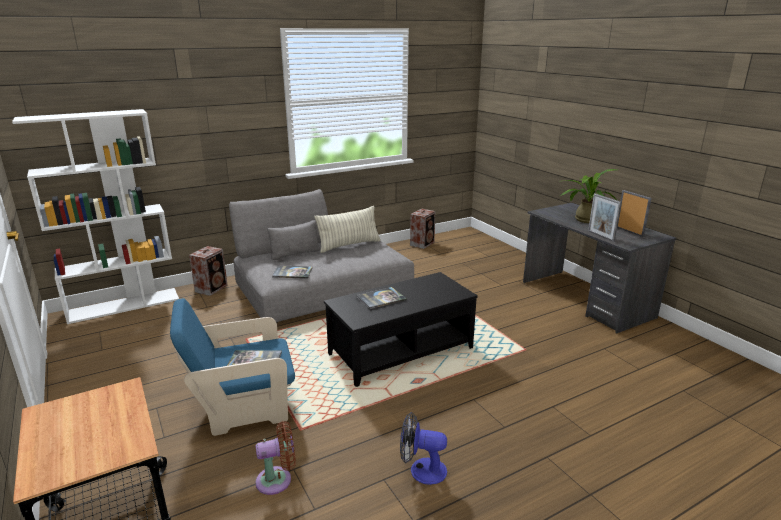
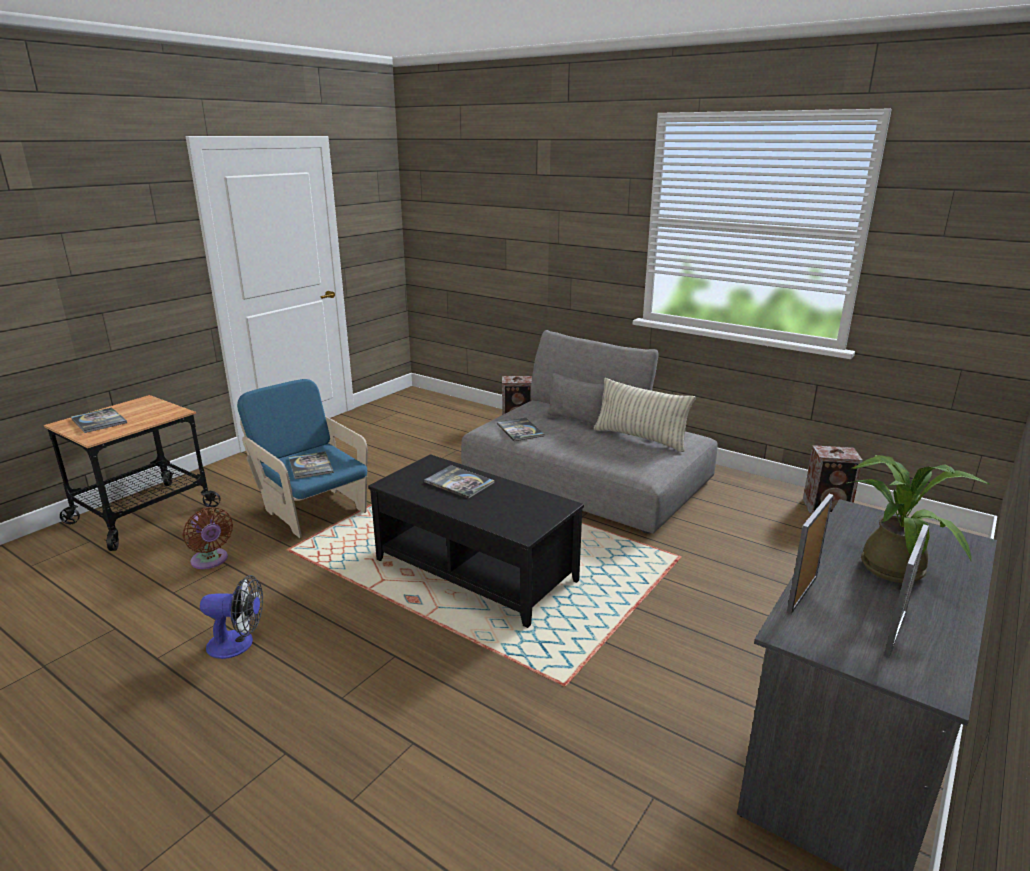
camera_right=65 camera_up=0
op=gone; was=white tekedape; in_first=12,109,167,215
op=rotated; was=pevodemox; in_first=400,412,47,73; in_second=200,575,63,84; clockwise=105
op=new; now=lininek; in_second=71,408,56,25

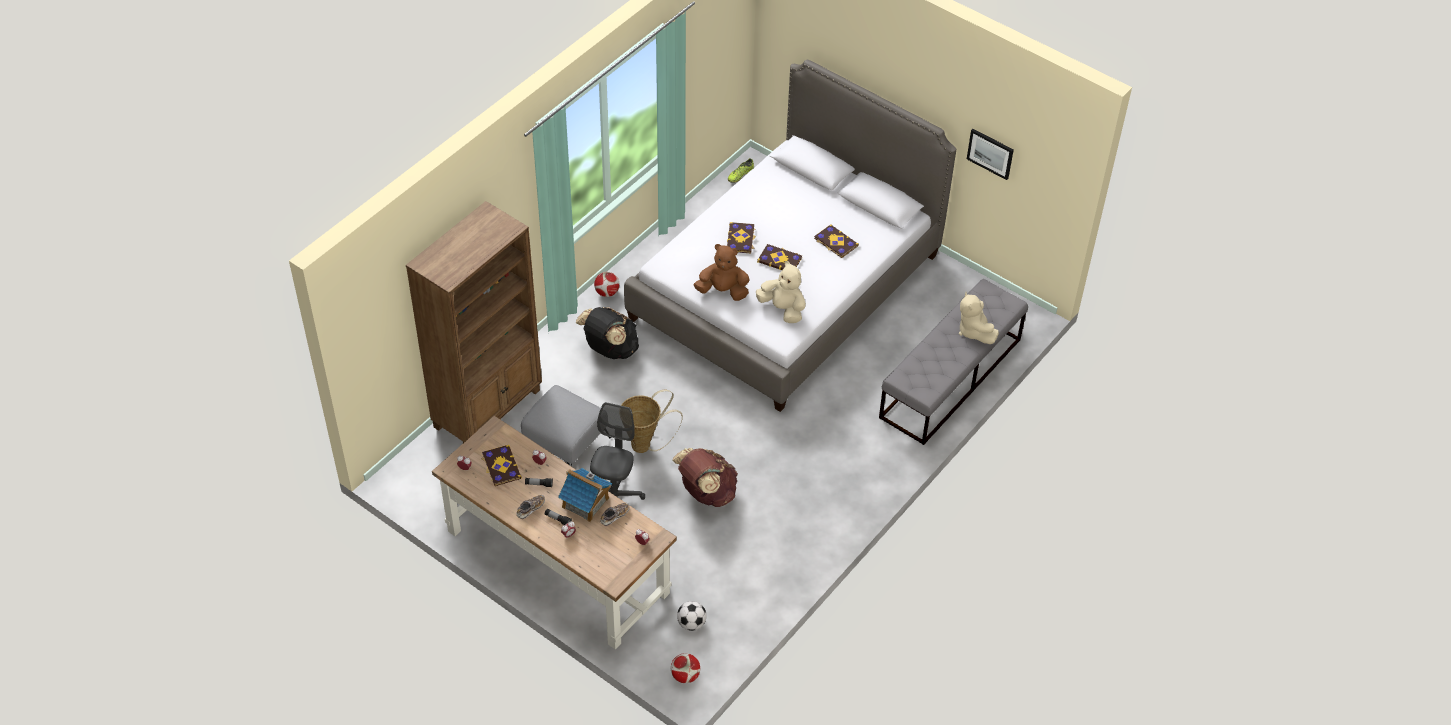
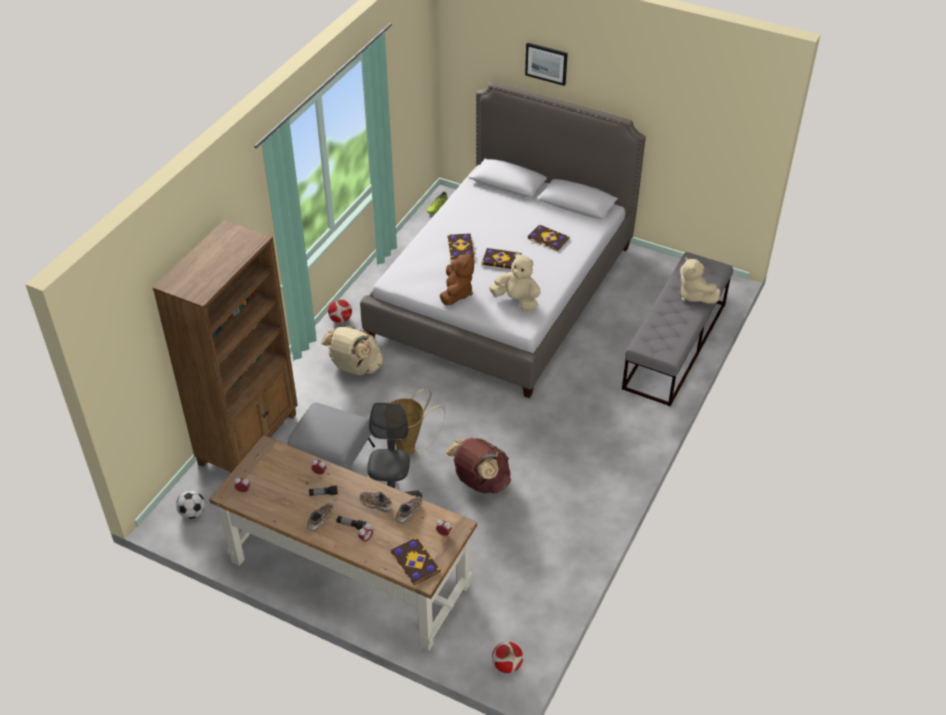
camera_right=-10 camera_up=-5
op=shifted; was=lininek; in_first=482,445,40,41; in_second=391,537,50,48
op=swapped; was=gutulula; now=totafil; in_first=558,468,54,54; in_second=360,492,32,20
op=repainted; was=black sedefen; now=beige sedefen; in_first=576,307,63,52; in_second=321,326,62,49
op=shifted; was=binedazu; in_first=677,601,30,30; in_second=176,491,29,28
op=rotated; was=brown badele; in_first=694,244,56,57; in_second=440,252,34,53; clockwise=105
op=shifted; was=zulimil; in_first=967,129,47,51; in_second=525,42,43,44

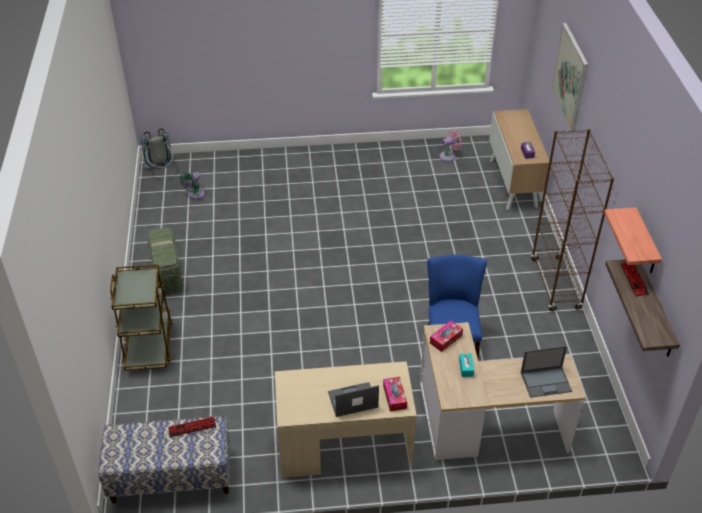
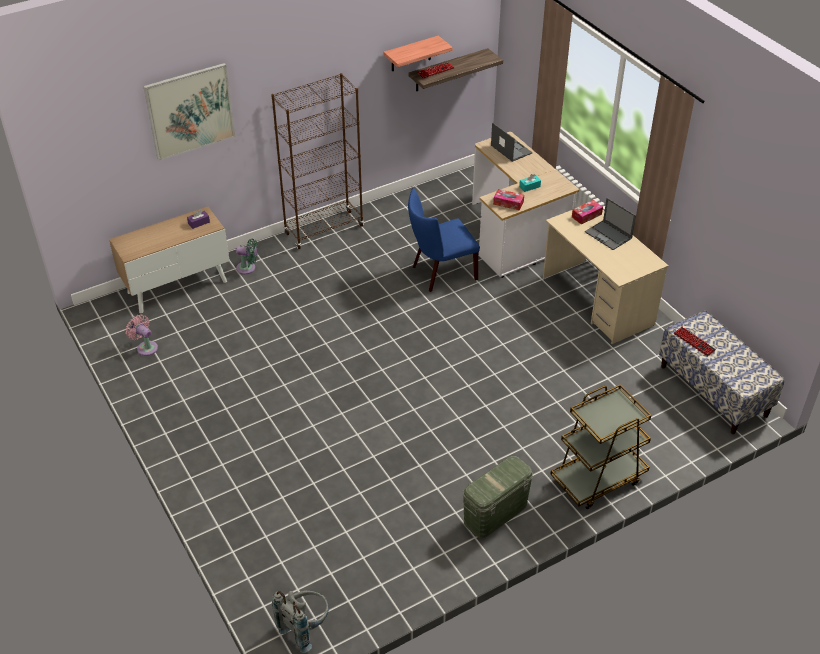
camera_right=-115 camera_up=0
op=shifted; was=green pevodemox; in_first=180,172,25,27; in_second=236,239,22,35

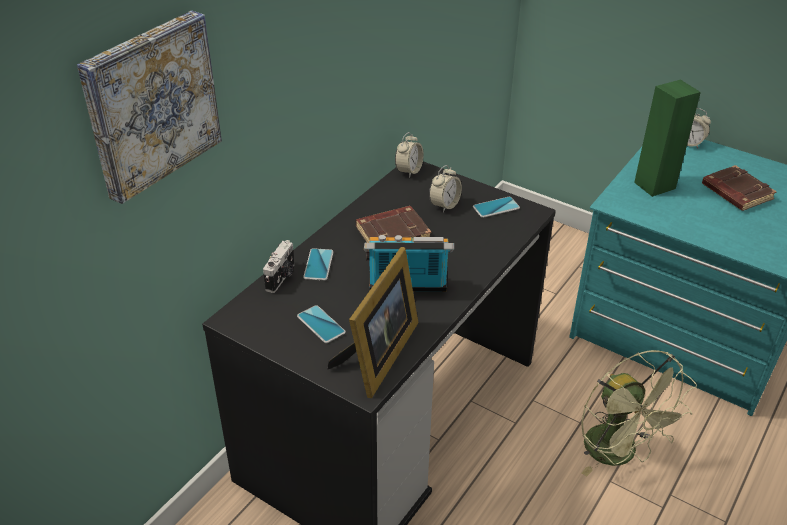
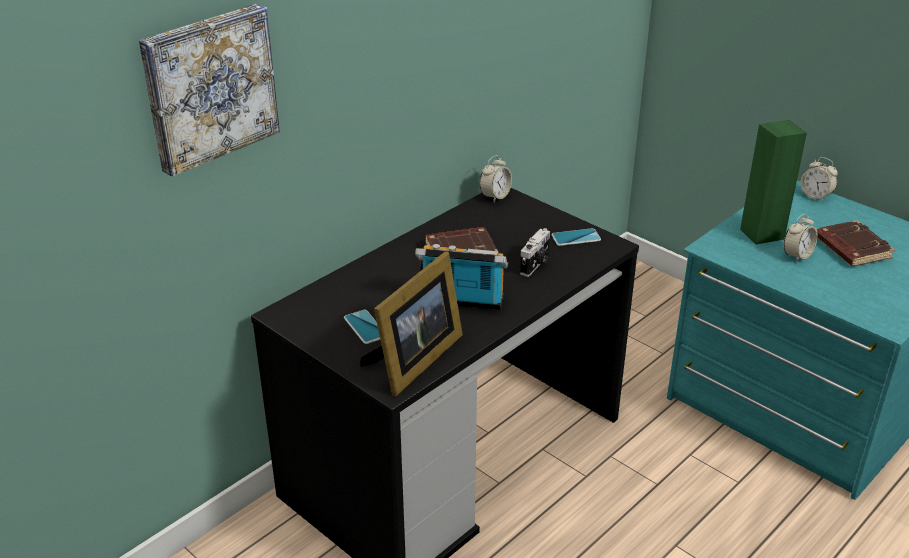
camera_right=10 camera_up=-5
op=shifted; was=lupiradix; in_first=263,240,31,53; in_second=520,228,30,49
op=gone; was=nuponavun; in_first=303,248,30,33
op=shifted; was=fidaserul; in_first=429,165,33,48; in_second=784,214,34,49
op=gone; was=green pevodemox; in_first=581,350,116,126

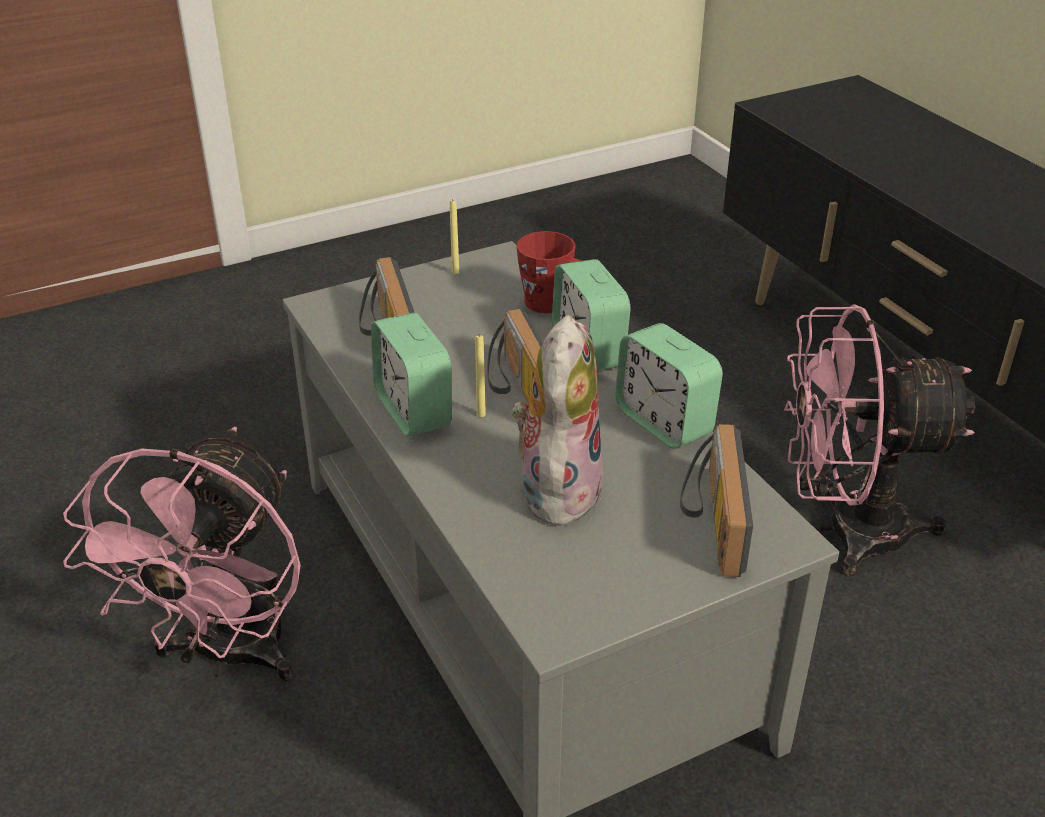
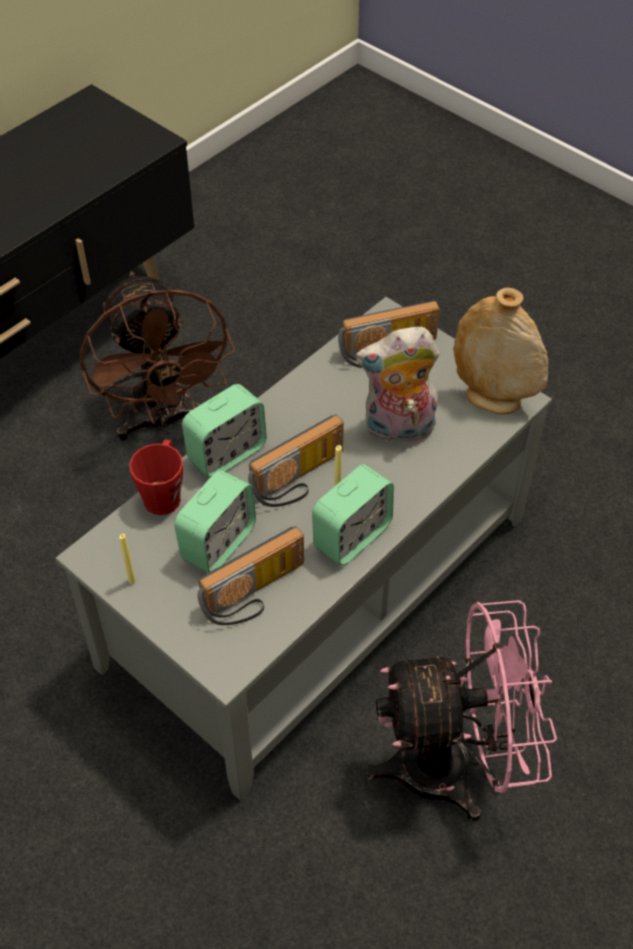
camera_right=-110 camera_up=15
op=shifted; was=fidaserul; in_first=615,323,108,126; in_second=174,470,82,103
op=repainted; was=pink pevodemox; now=brown pevodemox; in_first=784,304,191,272; in_second=80,271,155,170
op=new; now=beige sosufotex; in_second=453,288,95,126

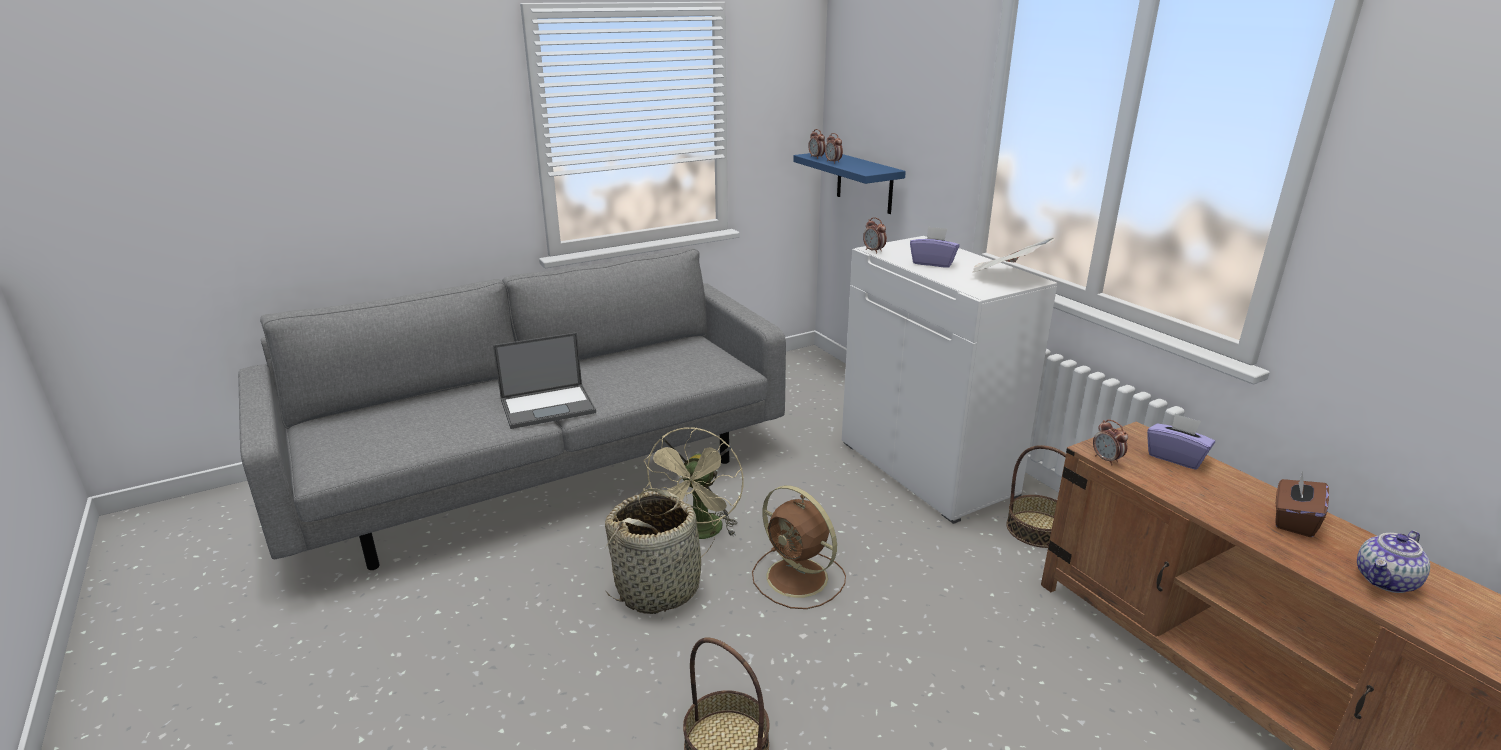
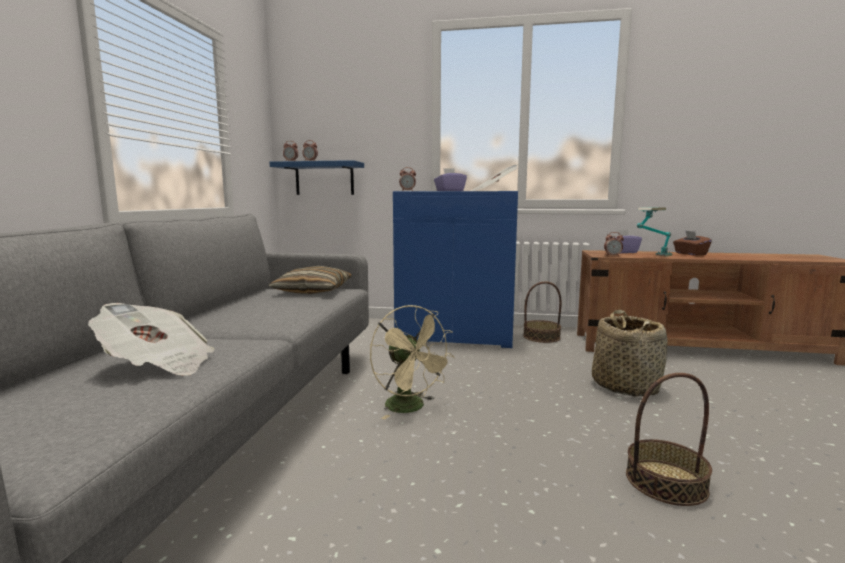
camera_right=-50 camera_up=-15
op=gone; was=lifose; in_first=493,332,103,97
op=shifted; was=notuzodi; in_first=605,488,110,126; in_second=592,310,76,87
op=gone; was=brown pevodemox; in_first=752,485,94,124
op=repainted; was=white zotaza; now=blue zotaza; in_first=842,236,215,288; in_second=393,191,125,157
op=gone; was=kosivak; in_first=1357,530,73,63
op=new; now=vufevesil; in_second=88,303,126,73
op=new; now=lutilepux; in_second=268,266,84,28
op=new; now=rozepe; in_second=637,207,35,49

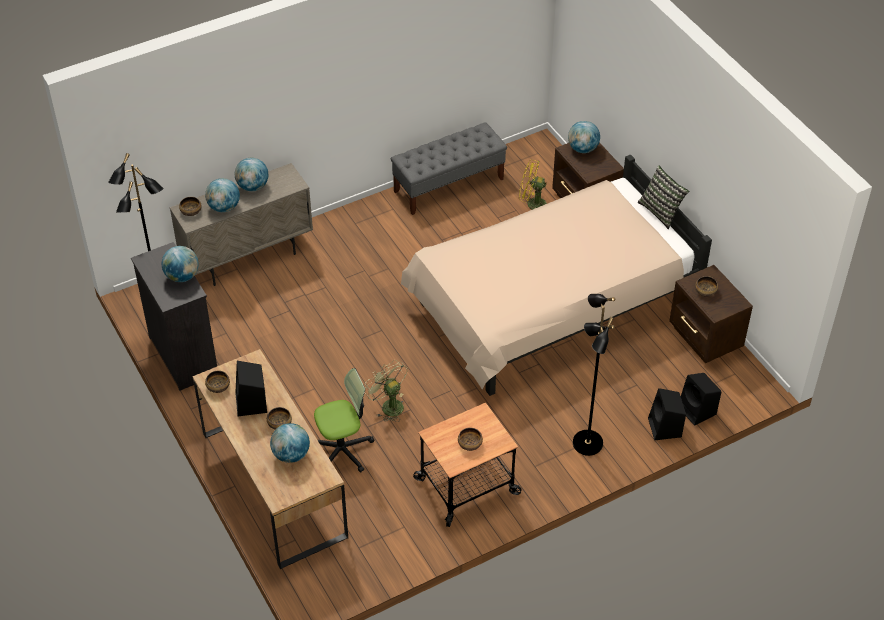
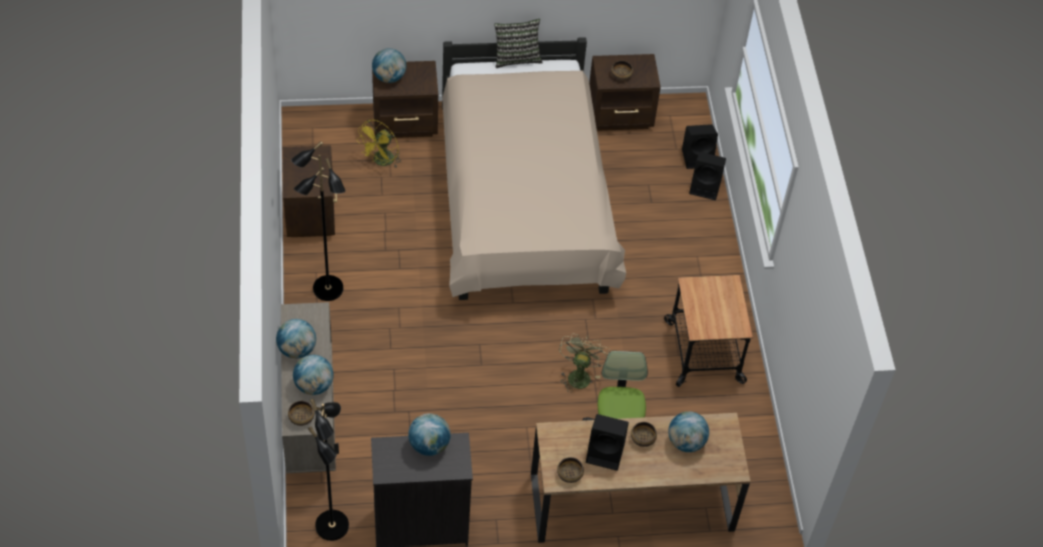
camera_right=-70 camera_up=5
op=rotated; was=green pevodemox; in_first=365,360,42,62; in_second=559,334,50,59; clockwise=120
op=swapped; was=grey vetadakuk; now=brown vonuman; in_first=391,122,116,93; in_second=283,145,54,92
op=gone; was=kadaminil; in_first=458,428,25,23
op=shifted; was=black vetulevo; in_first=573,294,42,162; in_second=291,141,55,160

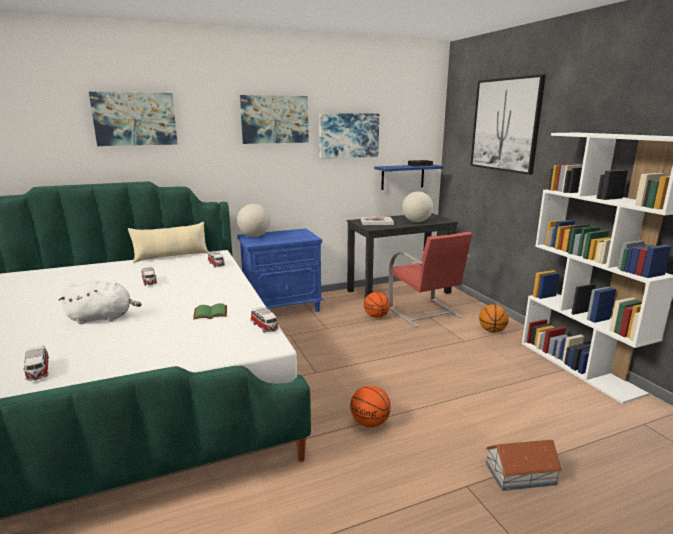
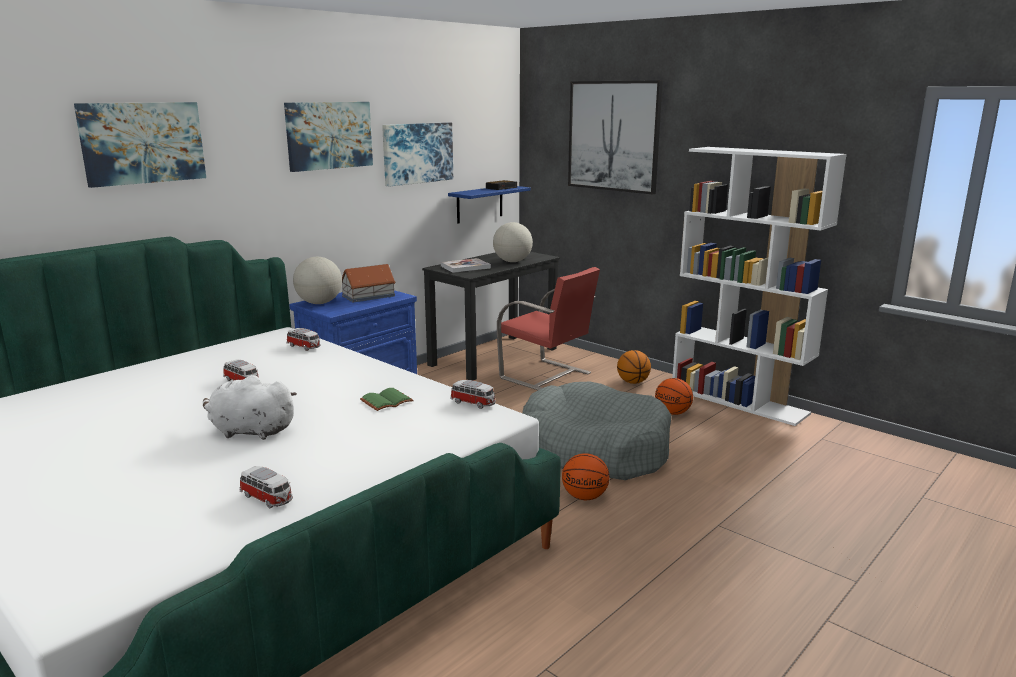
camera_right=-25 camera_up=0
op=rotated; was=white badele; in_first=58,280,84,44; in_second=203,375,94,65; clockwise=-135
op=gone; was=beige lutilepux; in_first=128,222,81,41
op=shifted; was=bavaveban; in_first=364,292,26,26; in_second=655,378,38,37
op=shifted; was=gutulula; in_first=486,440,77,51; in_second=342,264,54,39
op=new; now=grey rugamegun; in_second=522,382,149,98

